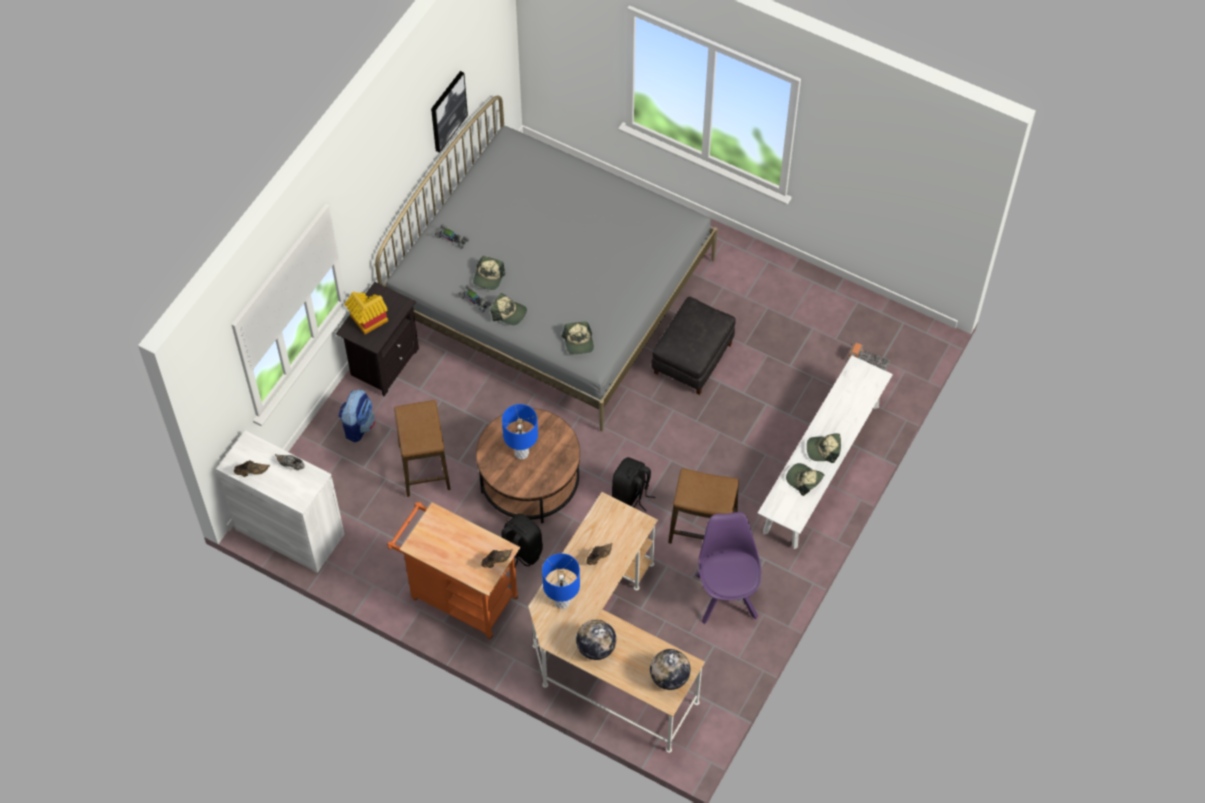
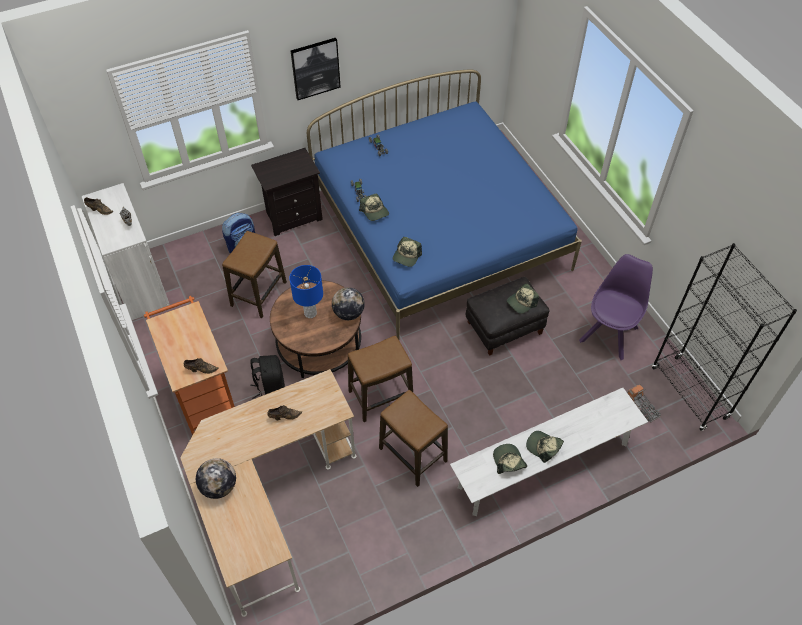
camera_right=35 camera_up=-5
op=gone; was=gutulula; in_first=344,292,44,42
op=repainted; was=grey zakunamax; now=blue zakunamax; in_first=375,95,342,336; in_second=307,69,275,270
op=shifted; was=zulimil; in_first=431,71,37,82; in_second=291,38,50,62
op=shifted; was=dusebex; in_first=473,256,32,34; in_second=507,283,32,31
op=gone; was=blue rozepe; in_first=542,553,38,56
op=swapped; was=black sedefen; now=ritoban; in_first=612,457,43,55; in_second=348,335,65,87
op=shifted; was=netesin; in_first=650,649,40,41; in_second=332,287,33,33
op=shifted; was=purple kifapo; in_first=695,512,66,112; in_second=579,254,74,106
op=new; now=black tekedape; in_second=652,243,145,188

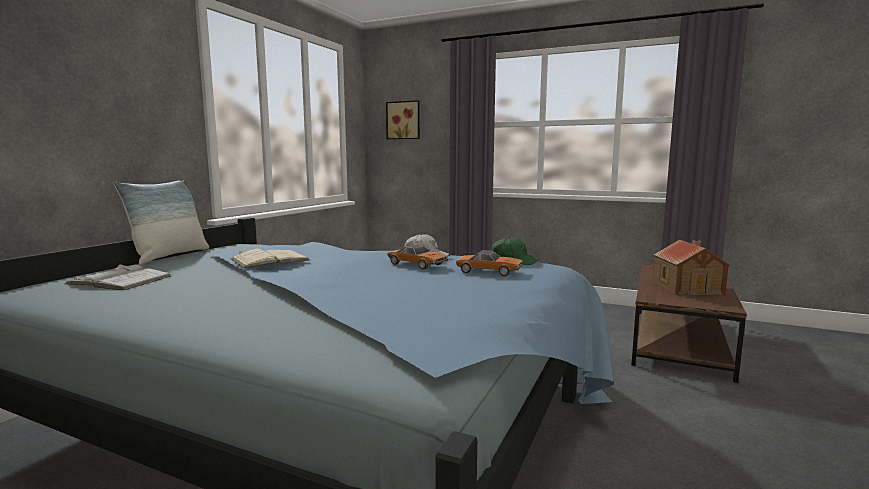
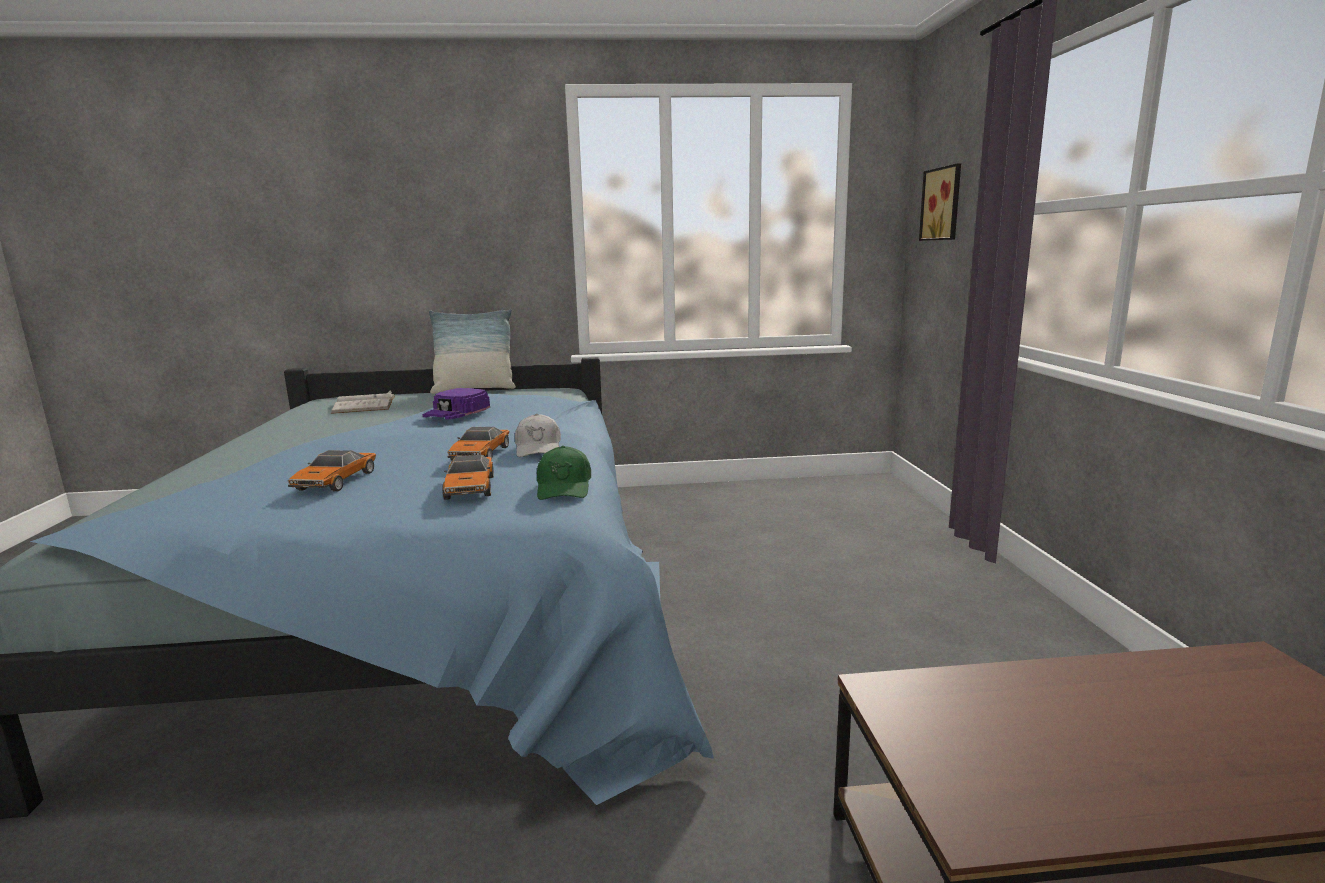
camera_right=60 camera_up=5
op=swapped; was=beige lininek; now=purple dusebex; in_first=231,249,79,19; in_second=422,388,68,32
op=gone; was=gutulula; in_first=652,240,78,55
op=new; now=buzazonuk; in_second=288,450,88,41

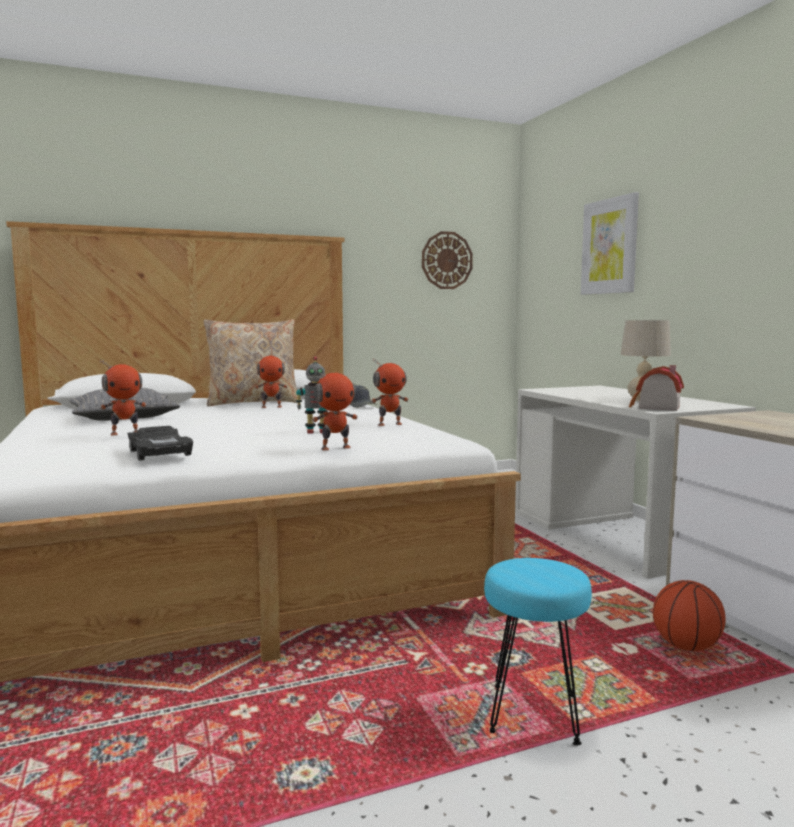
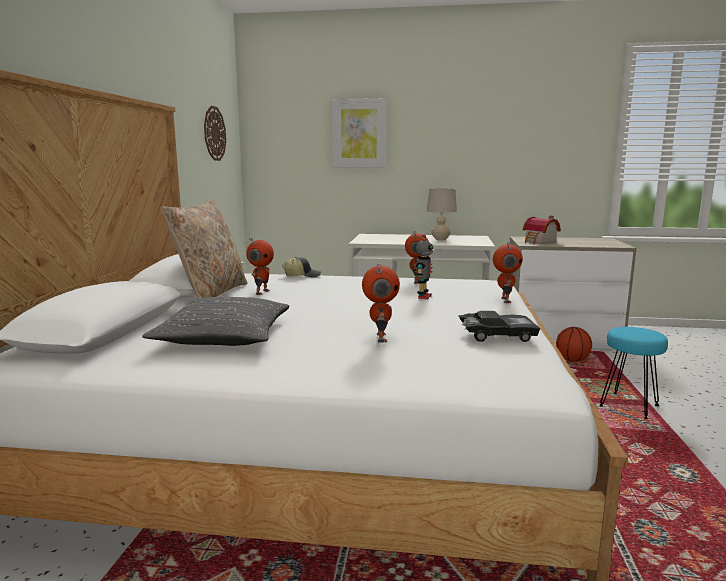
camera_right=-60 camera_up=5
op=shifted; was=gutulula; in_first=629,365,55,46; in_second=523,216,38,28

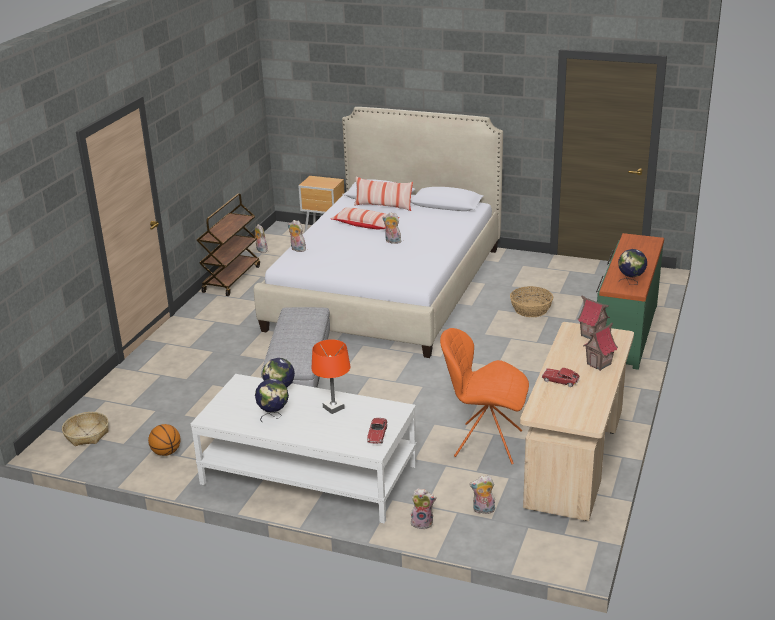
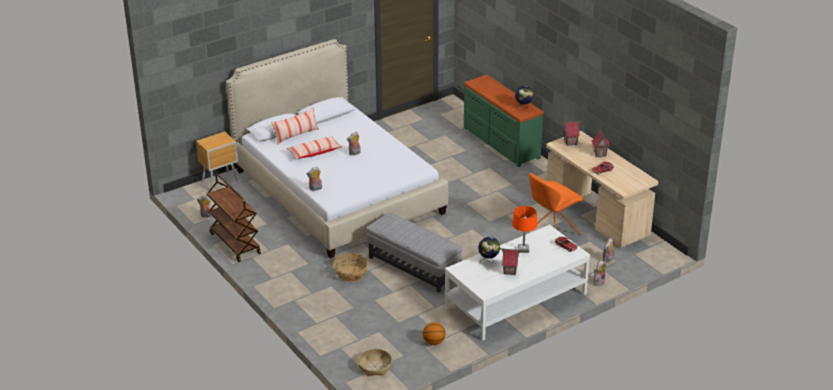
camera_right=-55 camera_up=5
op=swapped; was=netesin; now=gutulula; in_first=255,379,34,43; in_second=500,248,22,27
op=shifted; was=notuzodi; in_first=510,286,43,31; in_second=333,253,36,29

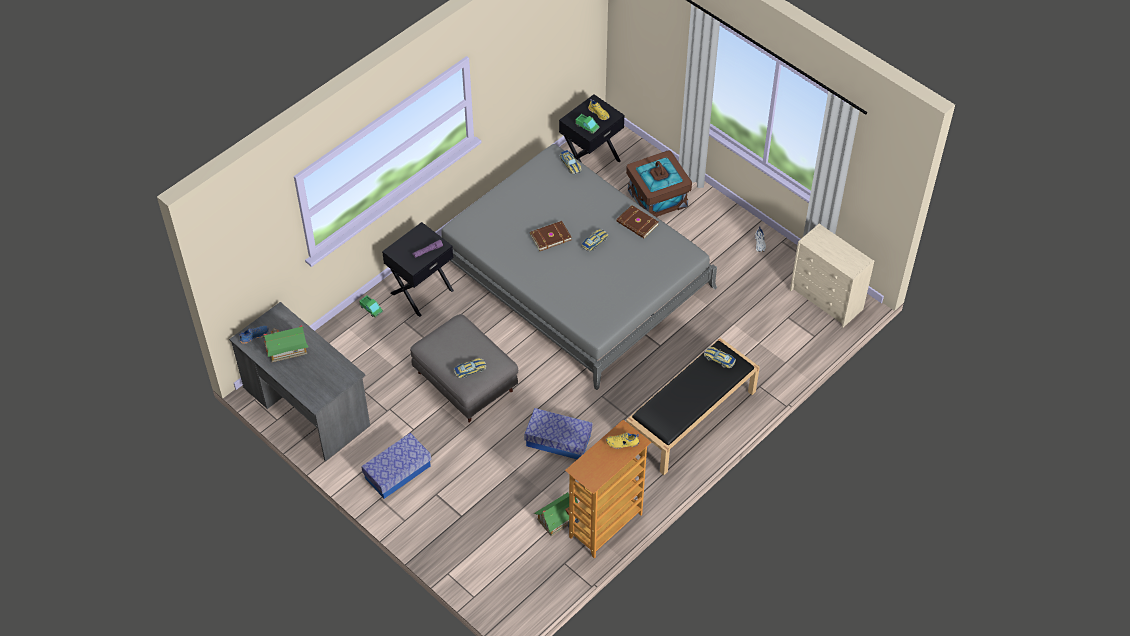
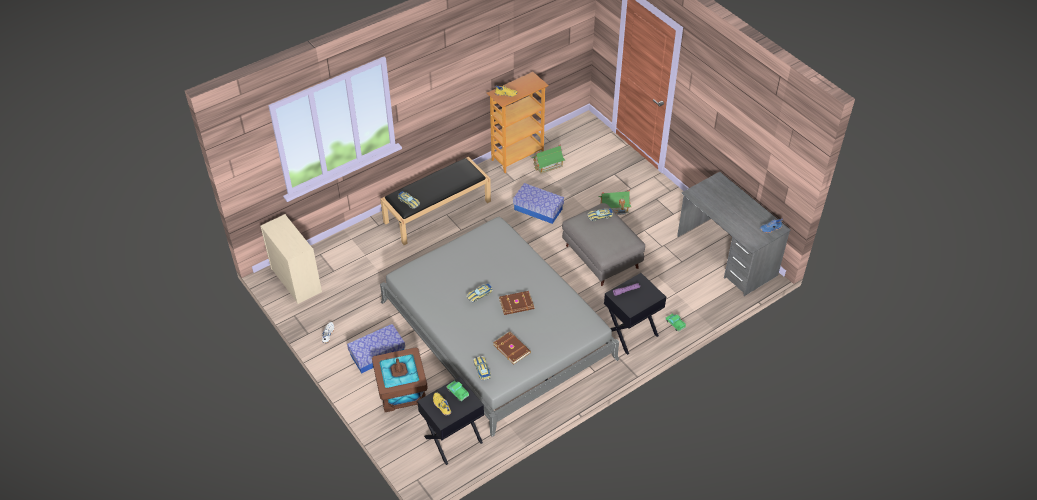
camera_right=-170 camera_up=-5
op=shifted; was=gutulula; in_first=263,325,46,37; in_second=599,190,32,25
op=shifted; was=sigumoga; in_first=361,433,70,66; in_second=347,324,58,49
op=shifted; was=brown lininek; in_first=616,205,43,33; in_second=493,332,38,33

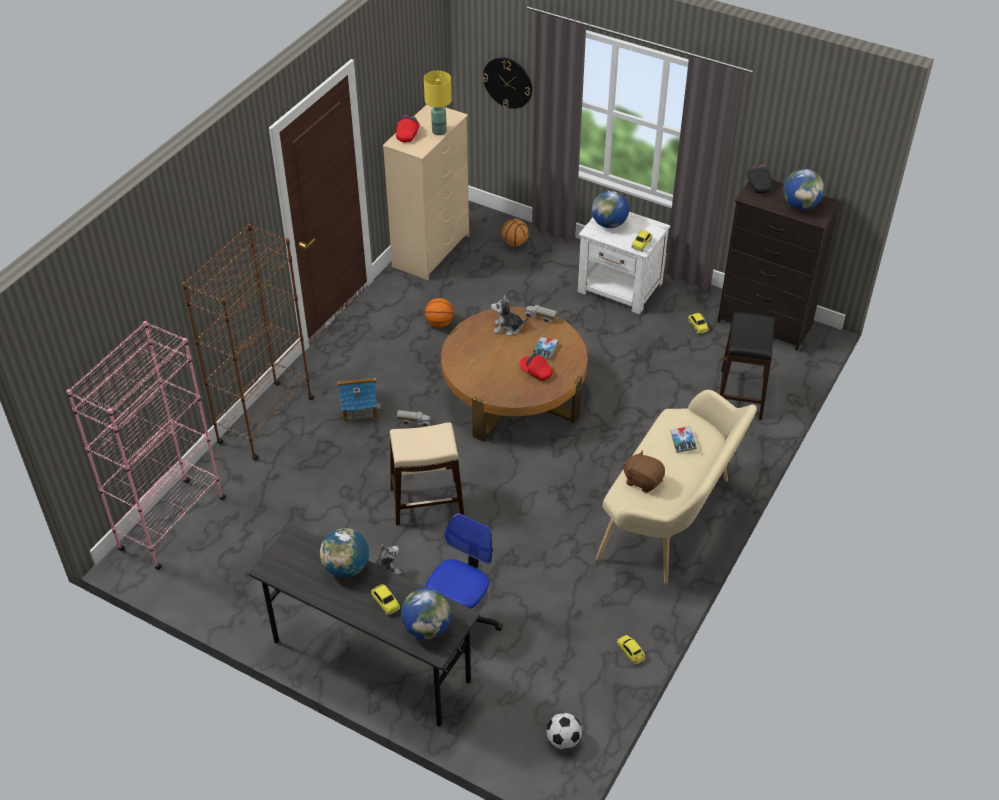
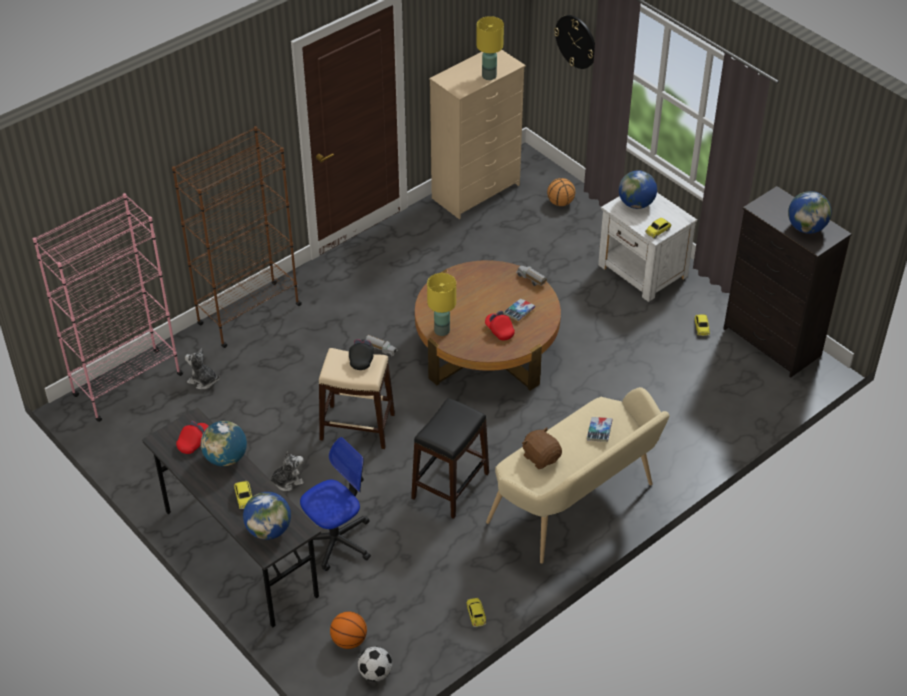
camera_right=20 camera_up=0
op=gone; was=gutulula; in_first=337,377,44,45
op=shifted; was=red dusebex; in_first=396,115,24,27; in_second=176,421,33,33
op=shifted; was=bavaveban; in_first=425,298,29,30; in_second=330,612,37,37
op=shifted; was=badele; in_first=491,295,37,41; in_second=185,348,35,41
op=shifted; was=black ritoban; in_first=719,312,56,108; in_second=411,398,78,121
op=shifted; was=black dusebex; in_first=746,165,26,28; in_second=349,339,25,31
op=new; now=yellow rozepe; in_second=427,273,29,63

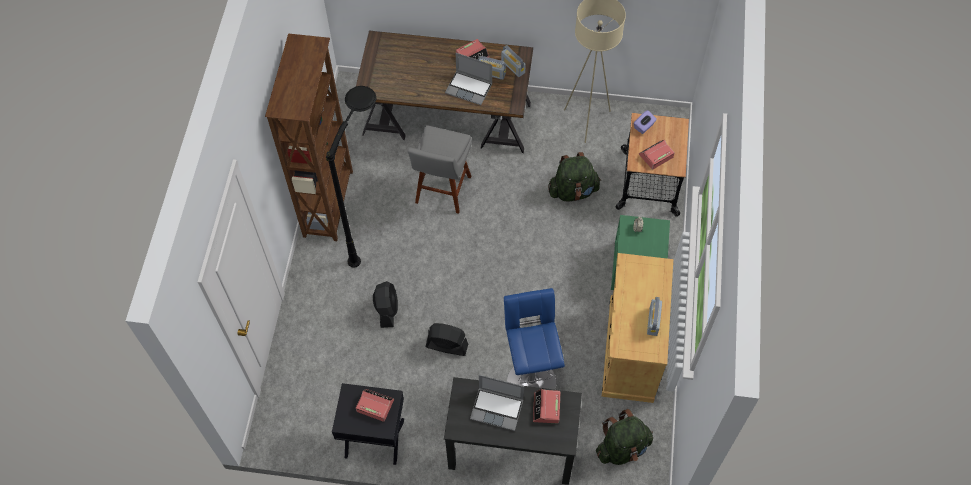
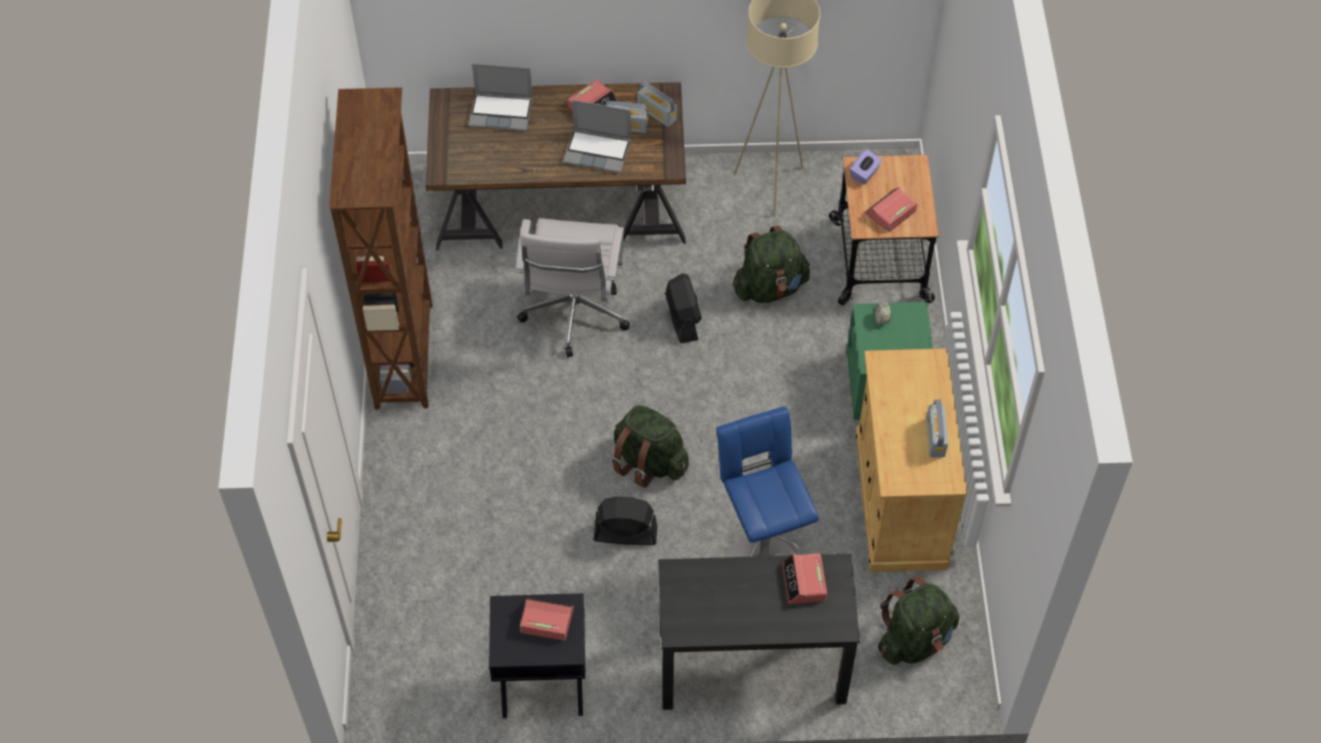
camera_right=-10 camera_up=-5
op=gone; was=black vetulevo; in_first=326,86,50,182
op=shifted; was=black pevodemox; in_first=373,281,25,47; in_second=665,273,37,70
op=swapped; was=grey ritoban; now=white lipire; in_first=408,125,64,89; in_second=515,218,115,139
op=shifted; was=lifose; in_first=470,375,54,56; in_second=468,63,65,68
op=new; now=green sedefen; in_second=612,405,77,83

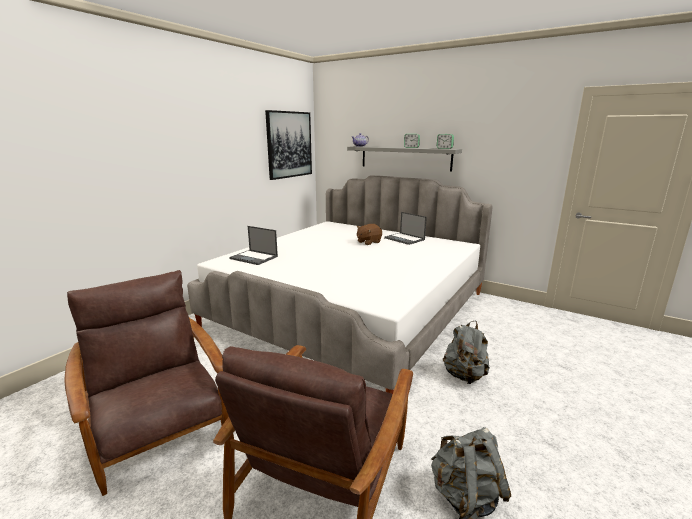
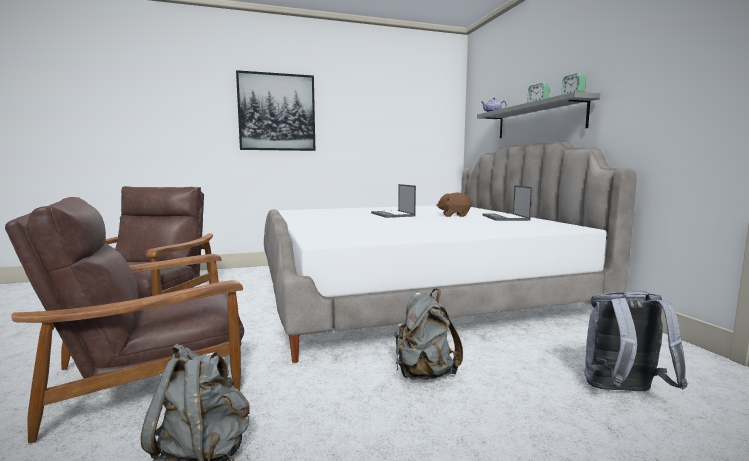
camera_right=40 camera_up=-10
op=shifted; was=lifose; in_first=229,226,49,39; in_second=371,184,45,34
op=shifted; was=zulimil; in_first=265,110,47,70; in_second=236,70,79,81
op=new; now=grey sedefen; in_second=584,290,104,101

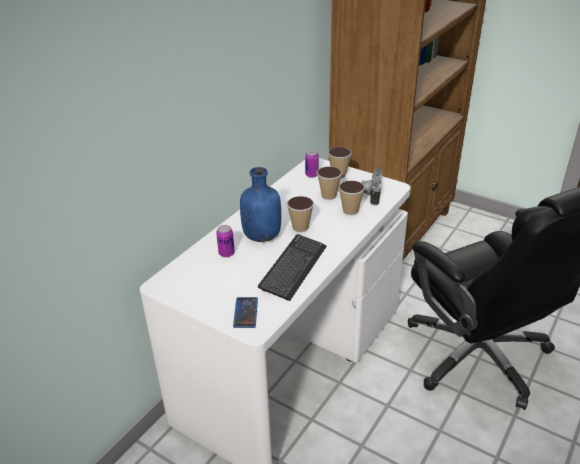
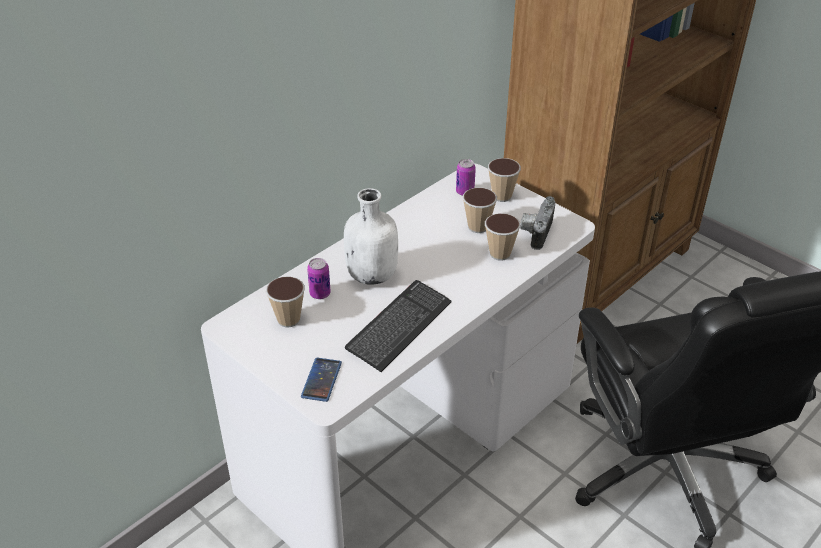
camera_right=10 camera_up=5
op=repainted; was=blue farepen; now=white farepen; in_first=240,167,41,75; in_second=344,188,54,97
op=shifted; was=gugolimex; in_first=287,196,27,36; in_second=266,276,39,52

